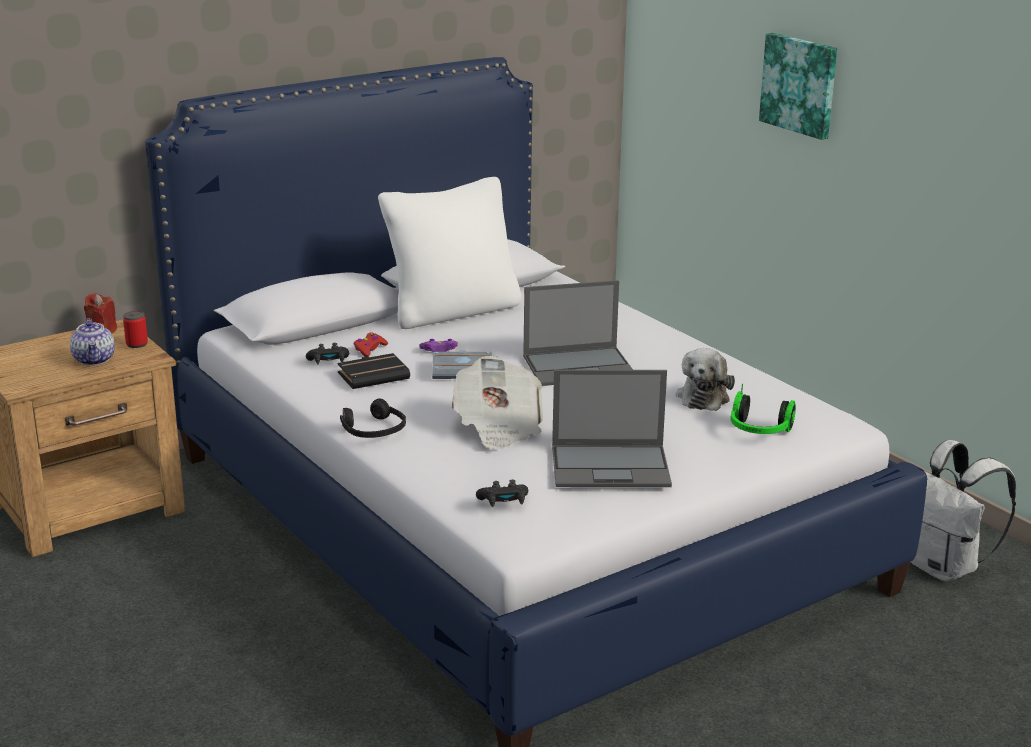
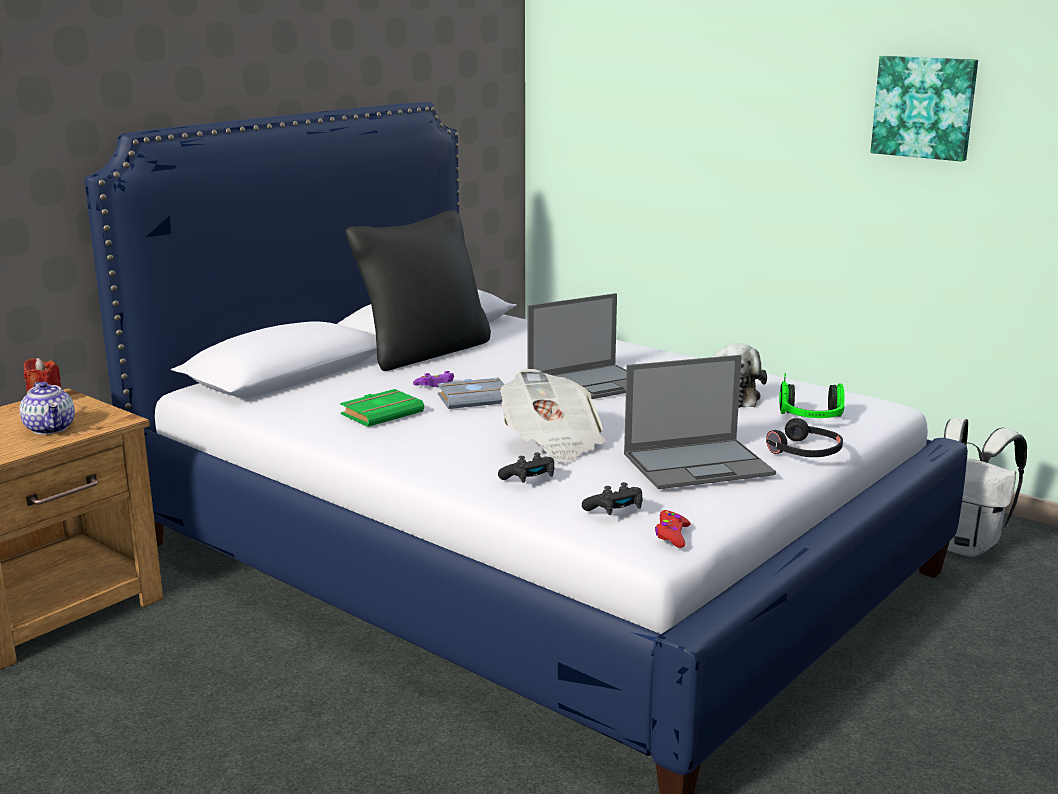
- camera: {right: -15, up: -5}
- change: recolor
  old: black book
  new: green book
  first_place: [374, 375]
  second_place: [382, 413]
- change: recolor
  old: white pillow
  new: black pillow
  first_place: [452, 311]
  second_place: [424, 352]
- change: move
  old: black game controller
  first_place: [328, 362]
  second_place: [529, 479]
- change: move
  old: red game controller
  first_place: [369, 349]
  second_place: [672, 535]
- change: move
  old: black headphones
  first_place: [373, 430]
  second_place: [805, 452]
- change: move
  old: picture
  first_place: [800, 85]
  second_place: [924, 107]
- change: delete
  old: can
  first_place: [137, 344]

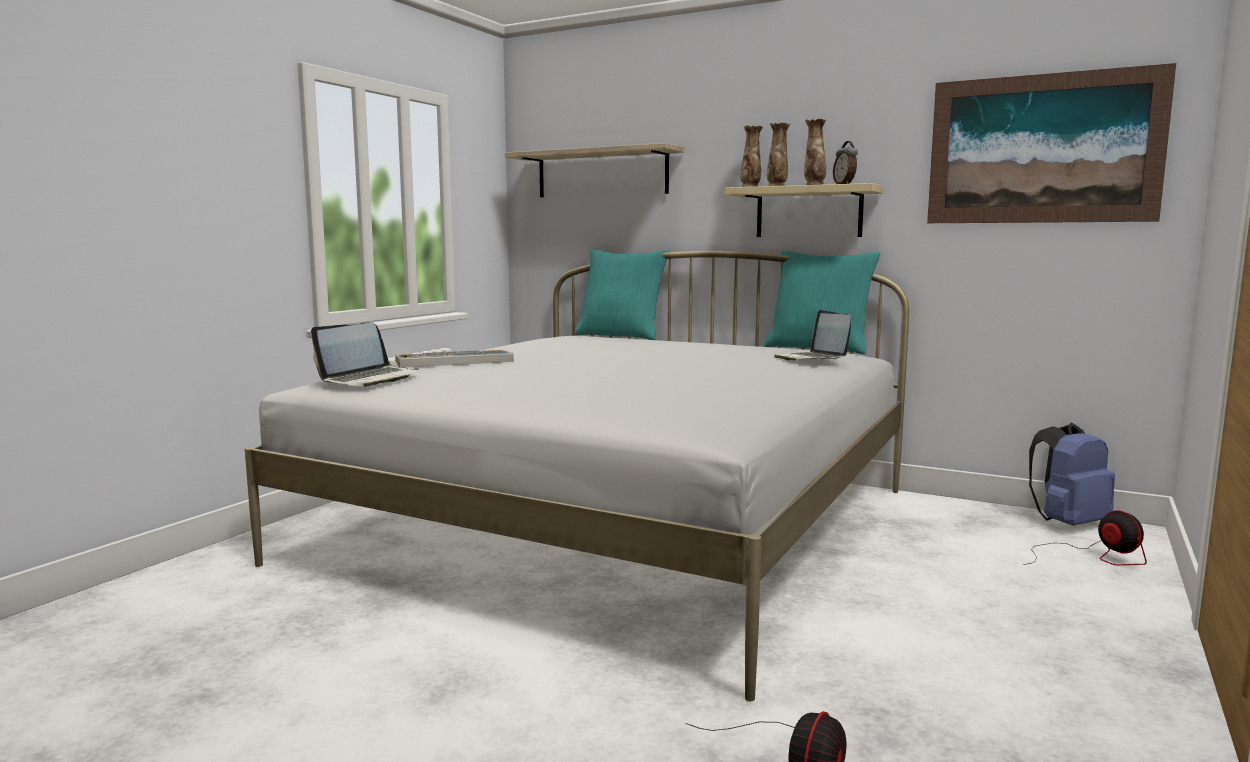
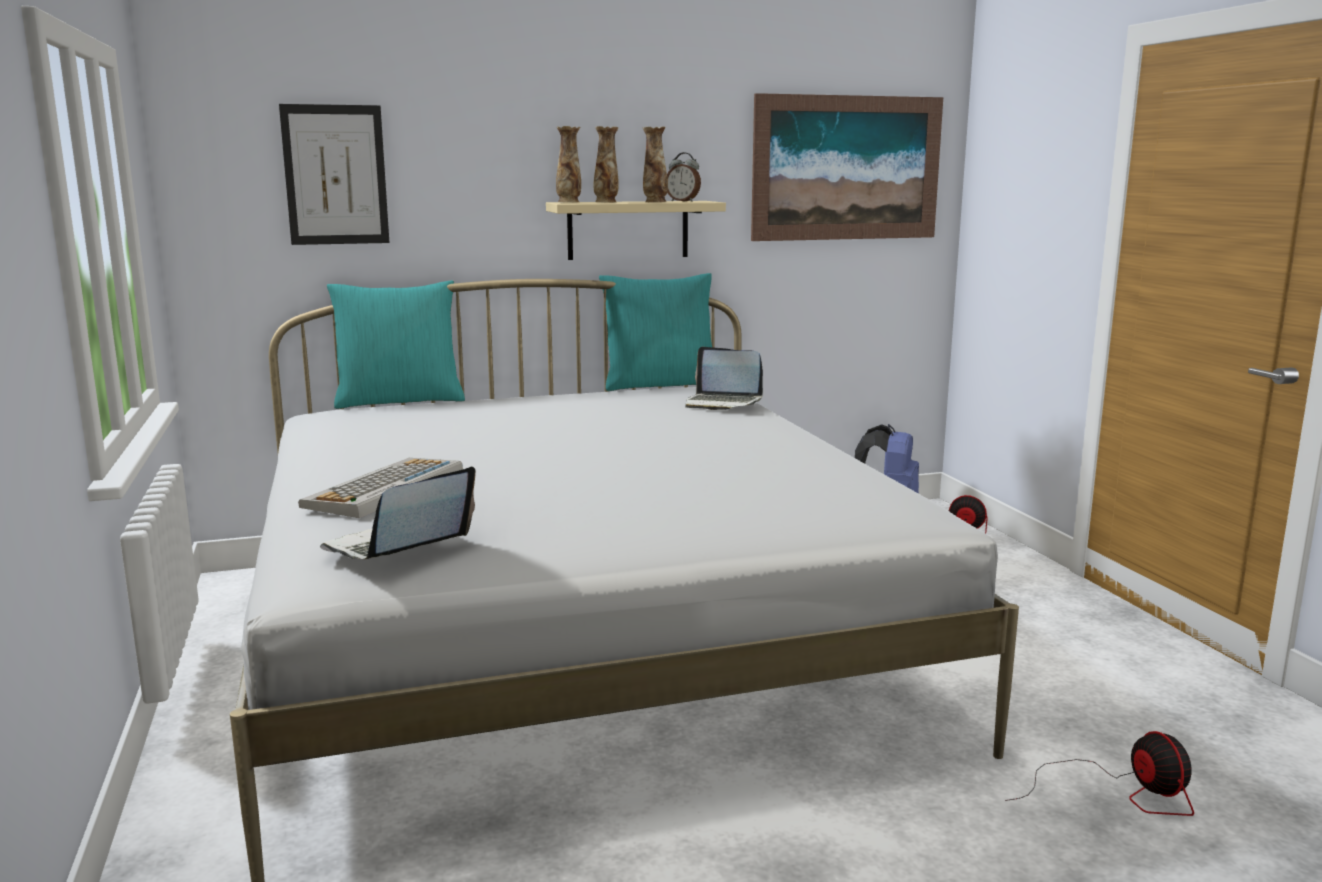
- camera: {right: -45, up: 5}
- change: replace
  old: shelf
  new: picture
  first_place: [602, 173]
  second_place: [335, 175]
- change: rotate
  old: laptop
  first_place: [370, 379]
  second_place: [397, 547]
  degrees: -135

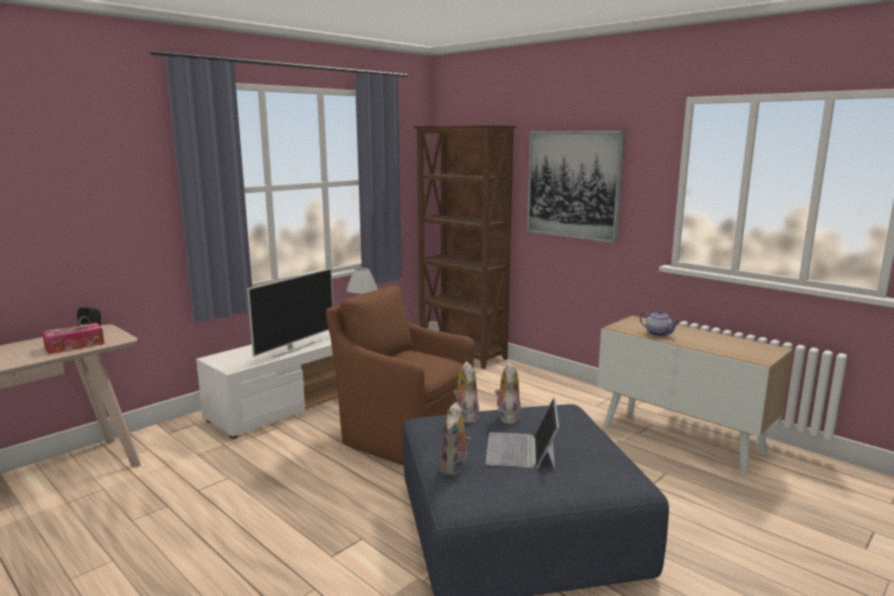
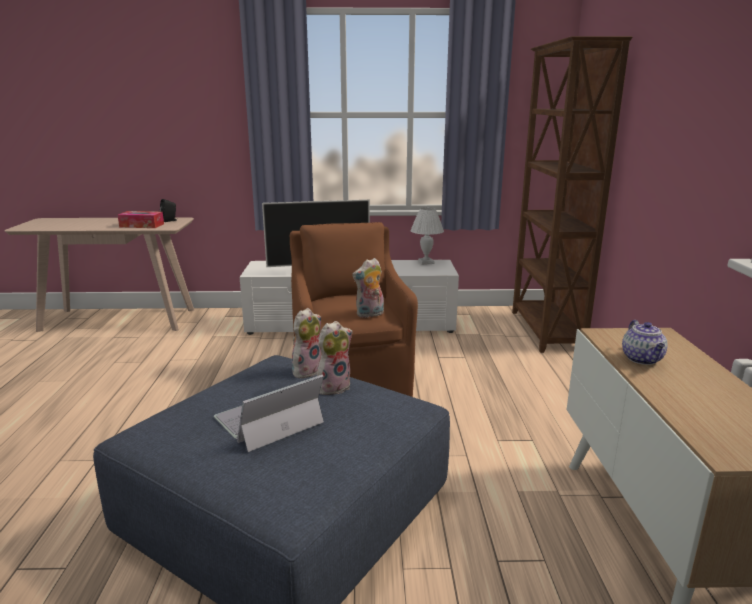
- camera: {right: 45, up: 5}
- change: move
  old: plush toy
  first_place: [455, 468]
  second_place: [370, 314]
- change: delete
  old: picture
  first_place: [573, 184]

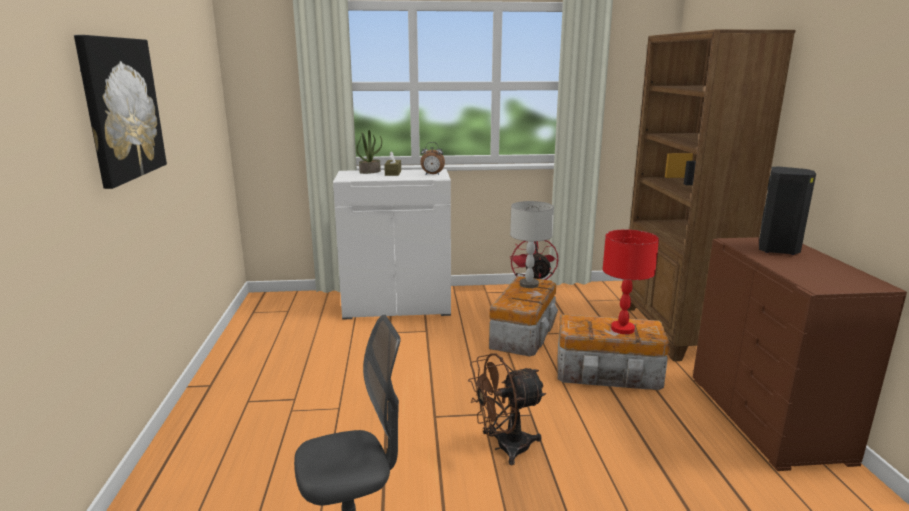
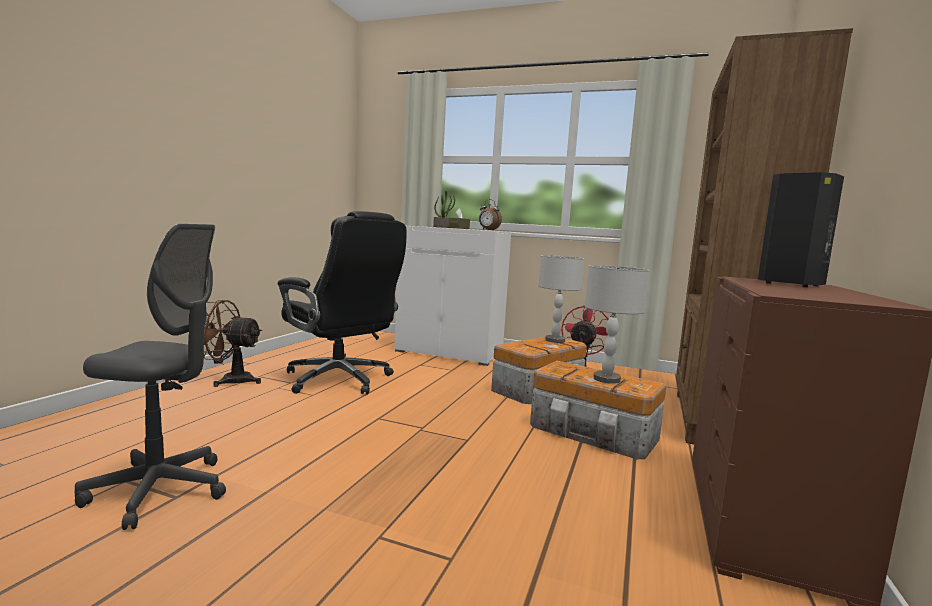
- camera: {right: 25, up: -10}
- change: move
  old: brown fan
  first_place: [504, 447]
  second_place: [230, 380]
- change: insert
  new: black office chair
  second_place: [340, 380]
- change: recolor
  old: red table lamp
  new: grey table lamp
  first_place: [622, 329]
  second_place: [606, 379]
- change: delete
  old: picture
  first_place: [121, 109]

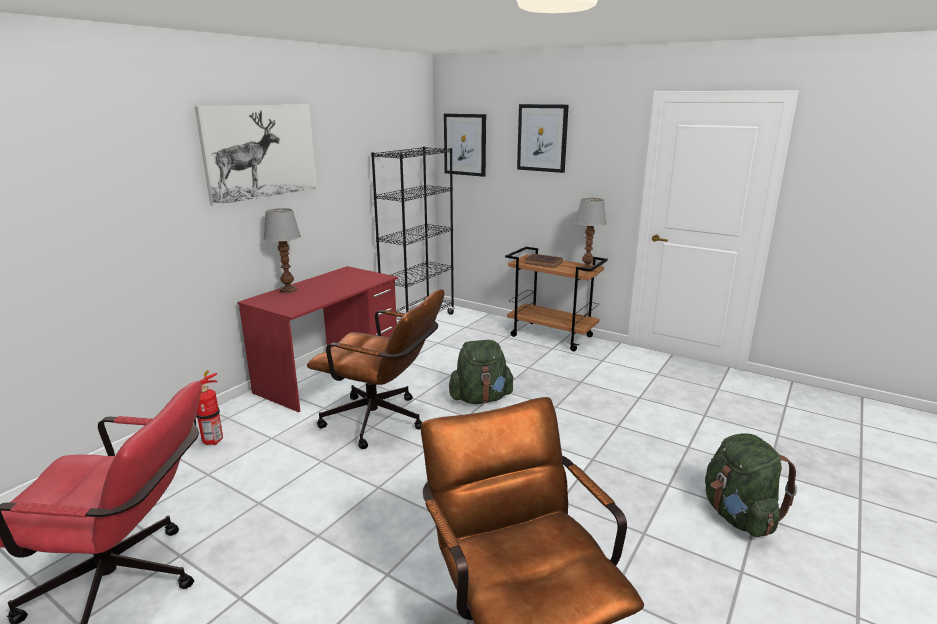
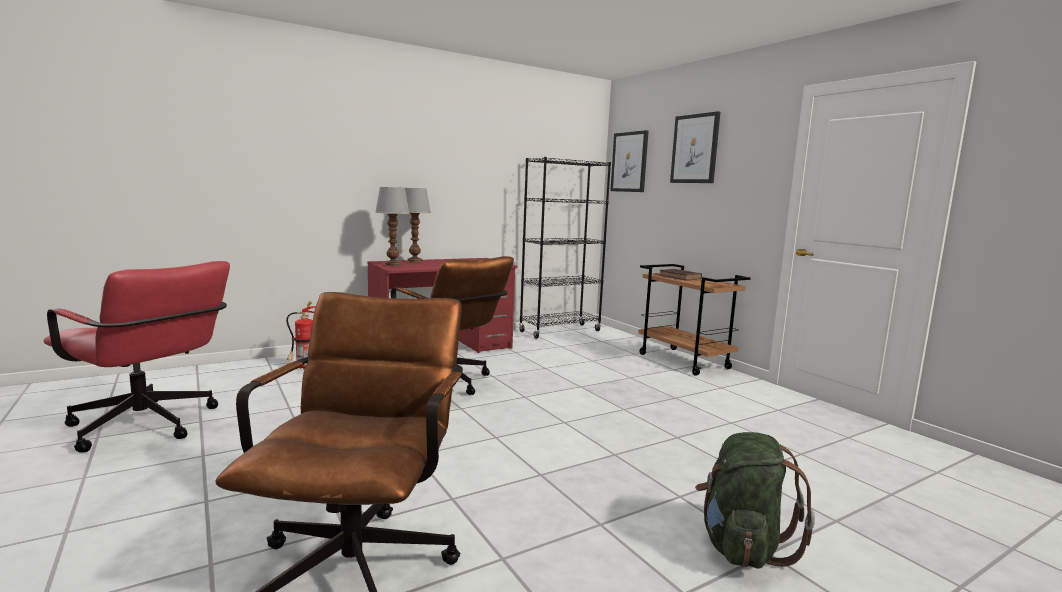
- camera: {right: 25, up: -10}
- change: move
  old: table lamp
  first_place: [587, 269]
  second_place: [393, 265]
- change: delete
  old: picture
  first_place: [261, 151]
- change: delete
  old: green backpack
  first_place: [481, 398]

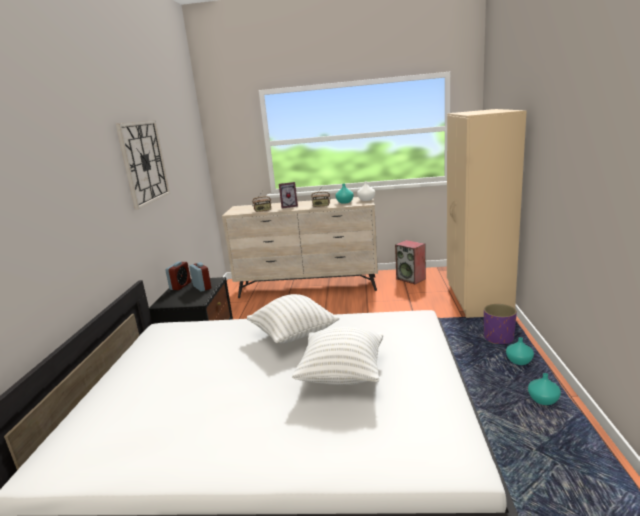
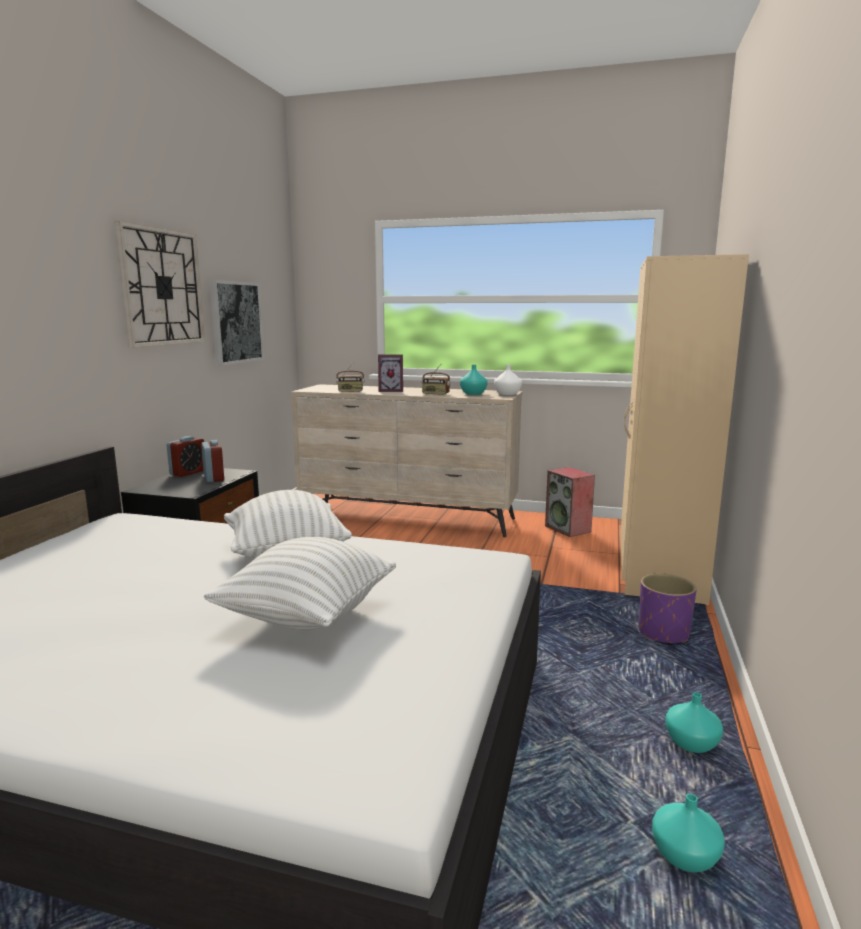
- camera: {right: 10, up: -5}
- change: insert
  new: picture
  second_place: [236, 322]
- change: move
  old: turquoise vase
  first_place: [519, 361]
  second_place: [686, 855]

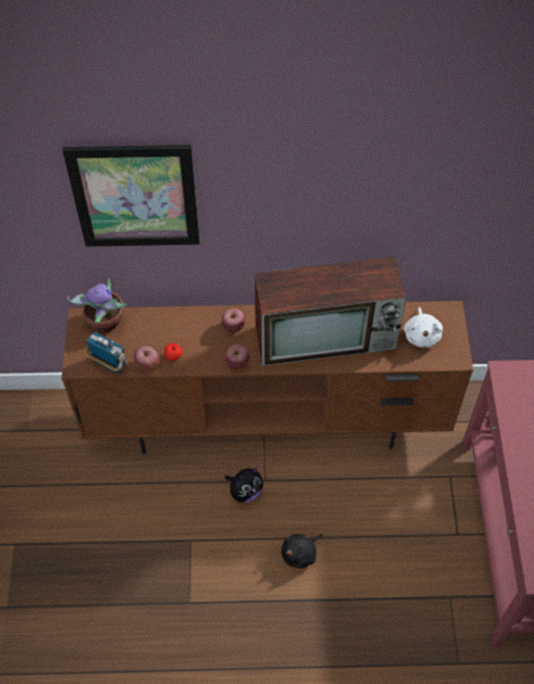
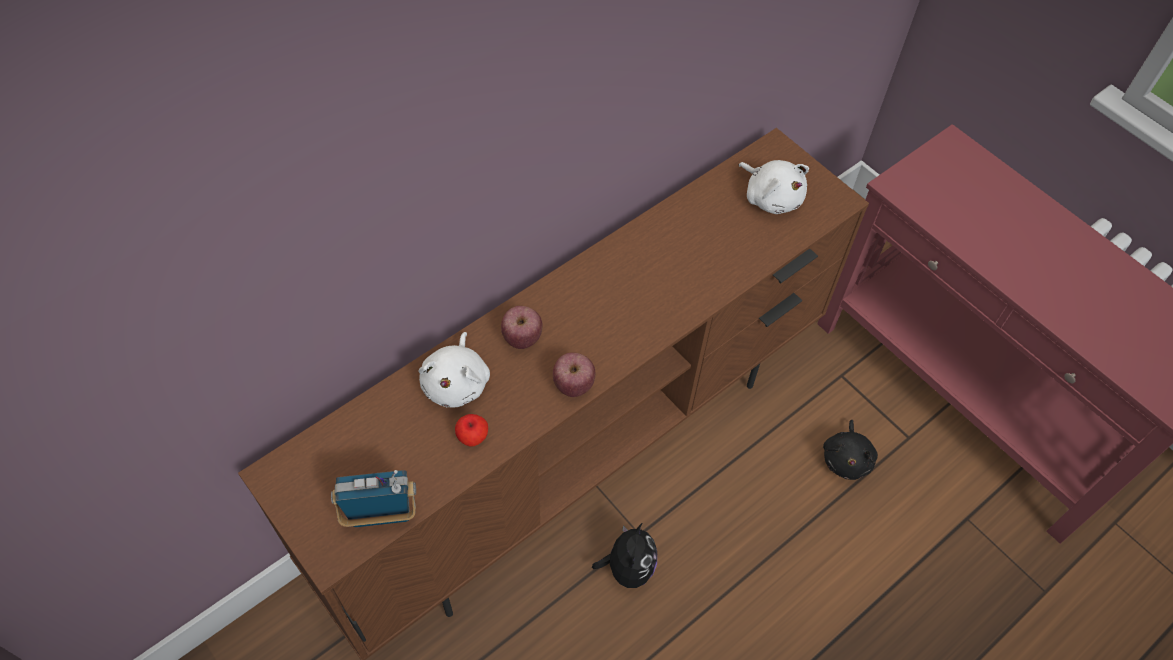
- camera: {right: -40, up: 0}
- change: insert
  new: white plush toy
  second_place: [457, 382]
- change: move
  old: black plush toy
  first_place: [300, 553]
  second_place: [846, 459]
- change: delete
  old: picture
  first_place: [135, 196]
- change: delete
  old: potted plant
  first_place: [105, 322]
- change: delete
  old: apple
  first_place: [148, 365]
- change: delete
  old: television
  first_place: [327, 336]

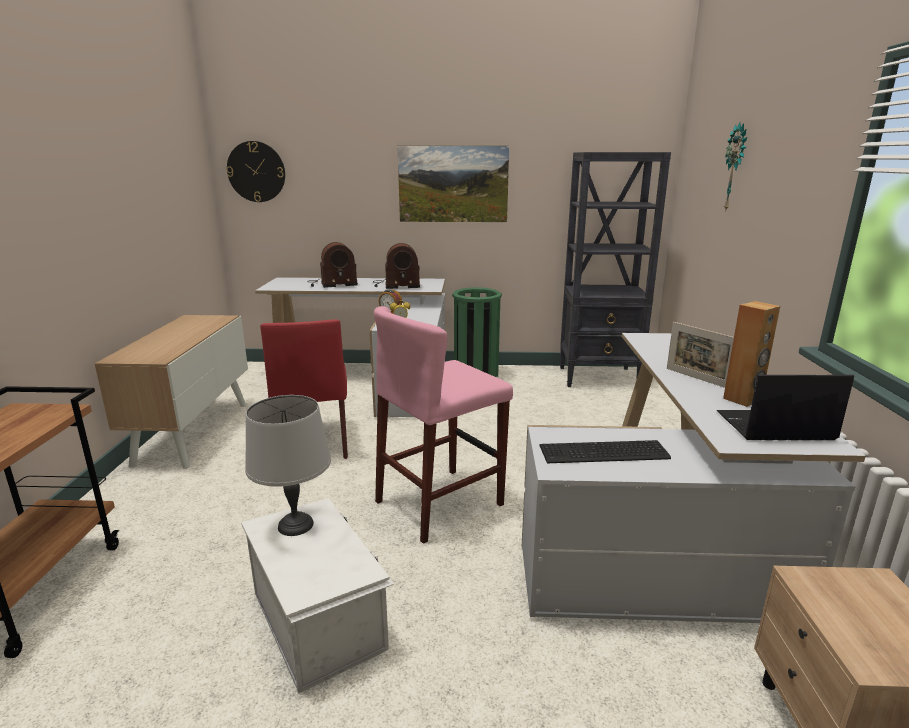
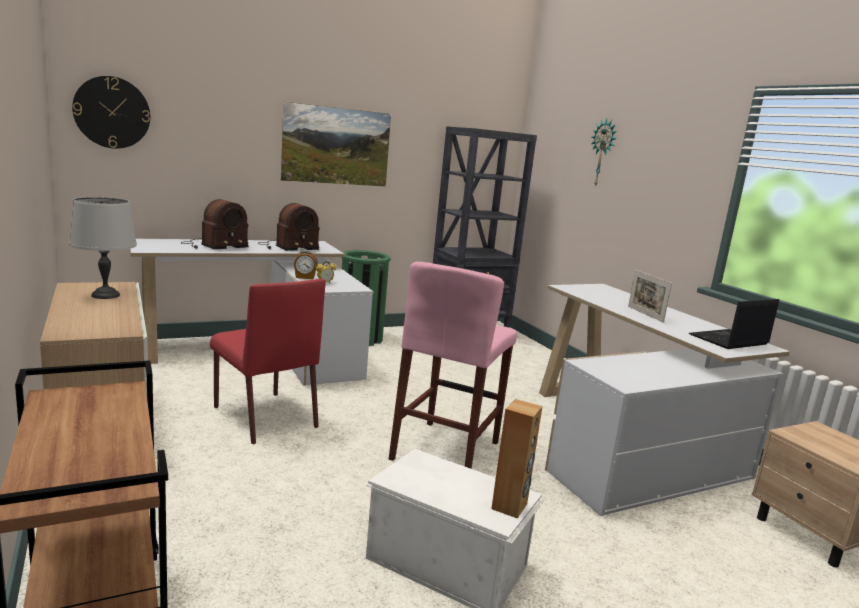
- camera: {right: -30, up: -5}
- change: move
  old: grey table lamp
  first_place: [295, 524]
  second_place: [105, 295]
- change: move
  old: brown speaker
  first_place: [742, 399]
  second_place: [510, 506]
- change: rotate
  old: picture frame
  first_place: [697, 378]
  second_place: [645, 314]
  degrees: 45
- change: delete
  old: keyboard
  first_place: [605, 453]

